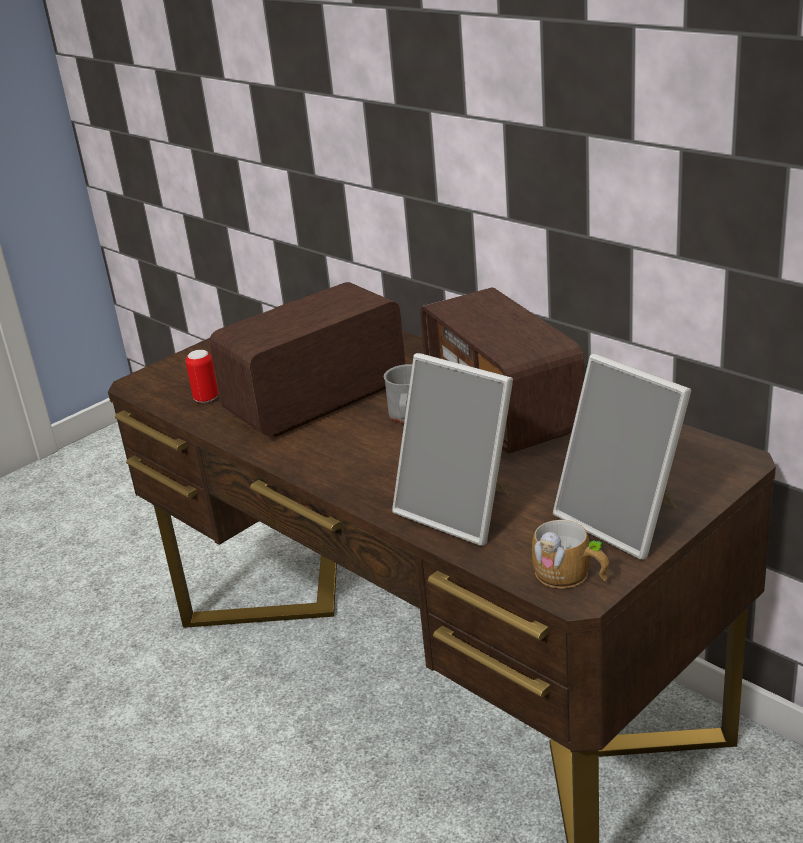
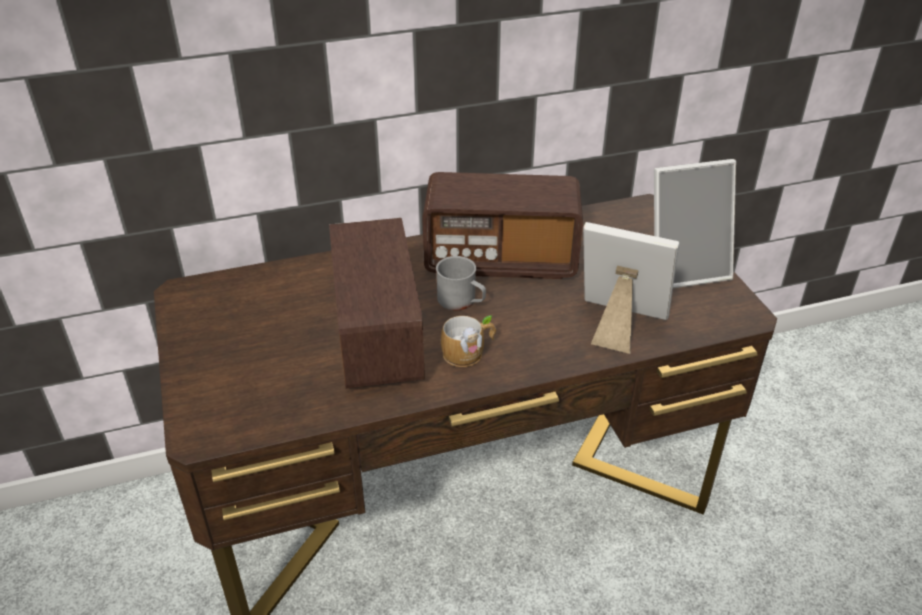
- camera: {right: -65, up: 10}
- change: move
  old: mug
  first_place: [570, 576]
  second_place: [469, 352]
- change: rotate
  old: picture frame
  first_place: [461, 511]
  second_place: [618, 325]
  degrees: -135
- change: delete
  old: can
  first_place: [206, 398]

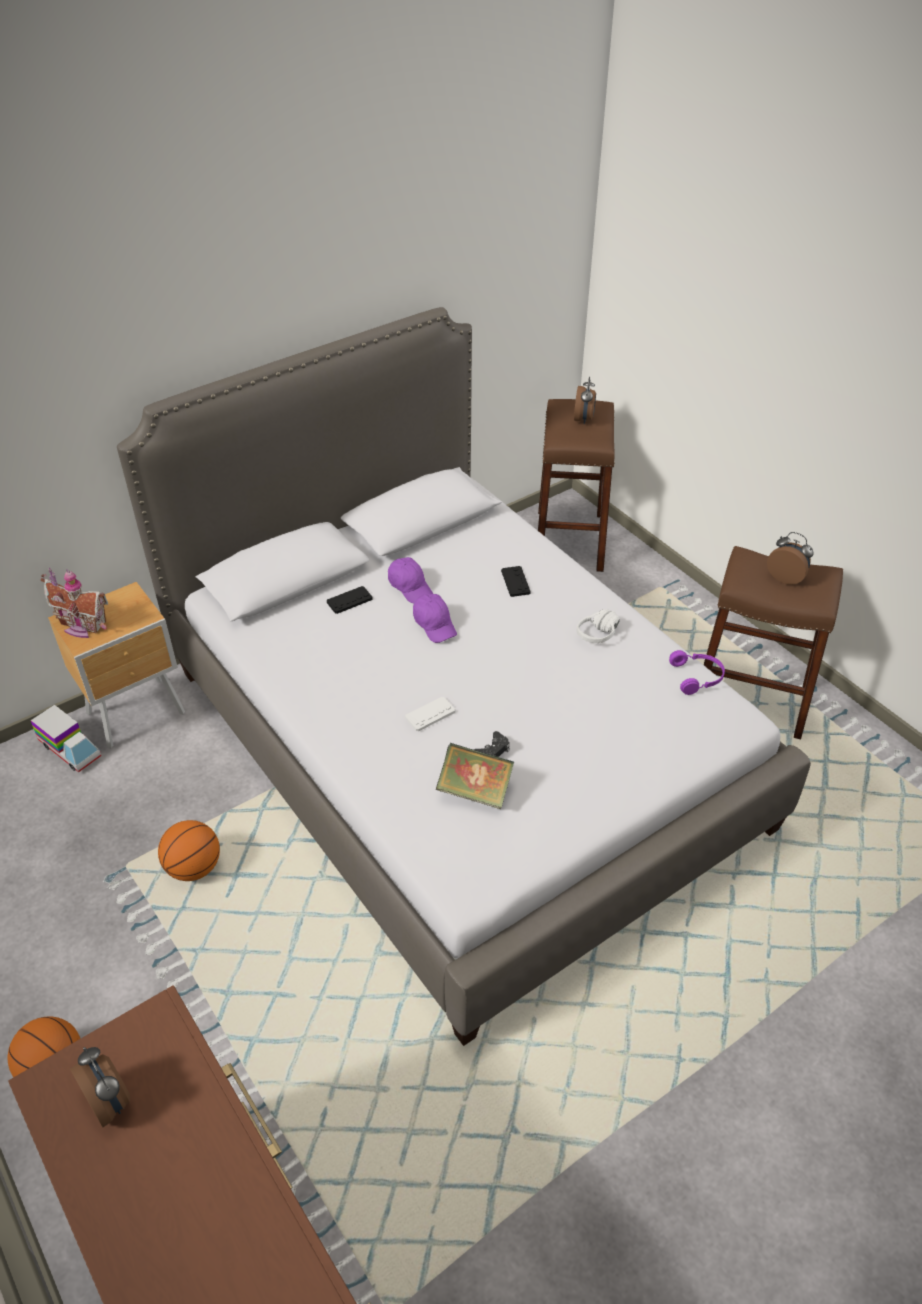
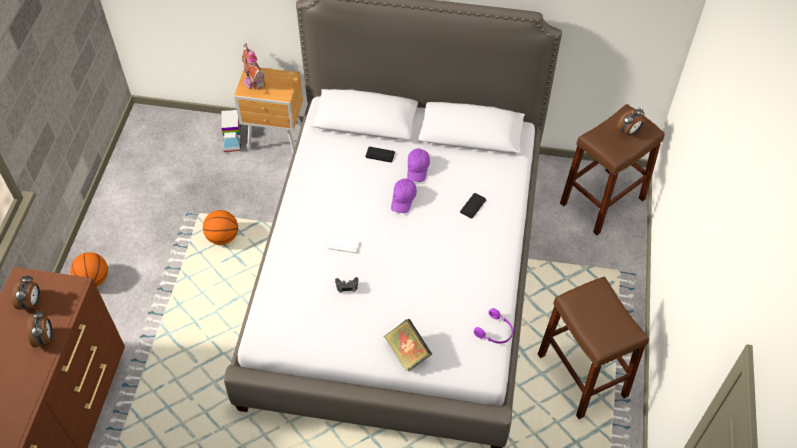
- camera: {right: 45, up: 10}
- change: move
  old: alarm clock
  first_place: [786, 577]
  second_place: [45, 338]
- change: move
  old: book
  first_place: [475, 790]
  second_place: [407, 352]
- change: delete
  old: white headphones
  first_place: [604, 637]

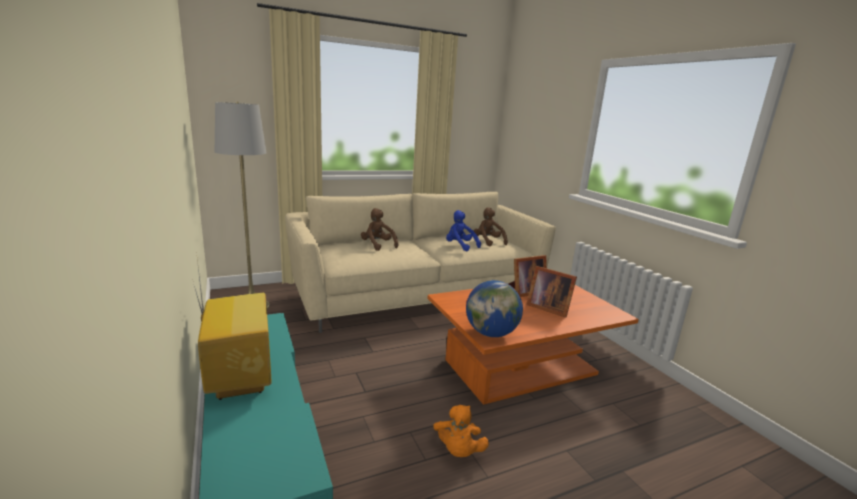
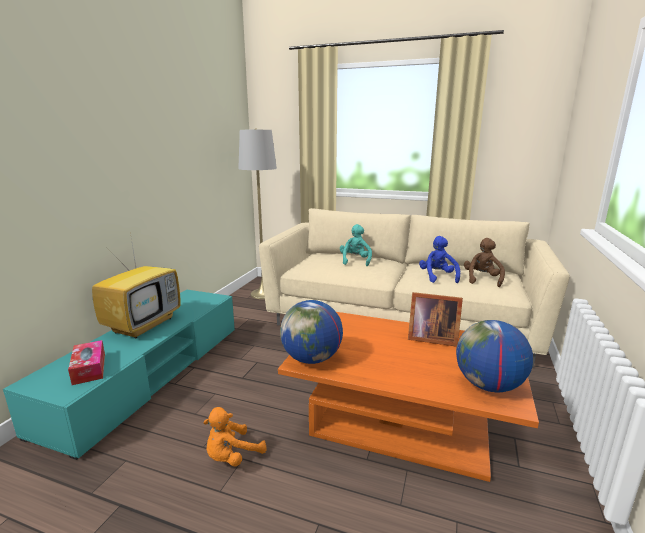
- camera: {right: 45, up: 0}
- change: insert
  new: tissue box
  second_place: [89, 368]
- change: recolor
  old: brown plush toy
  new: turquoise plush toy
  first_place: [378, 245]
  second_place: [355, 261]
- change: insert
  new: globe
  second_place: [488, 385]
- change: delete
  old: picture frame
  first_place: [547, 307]

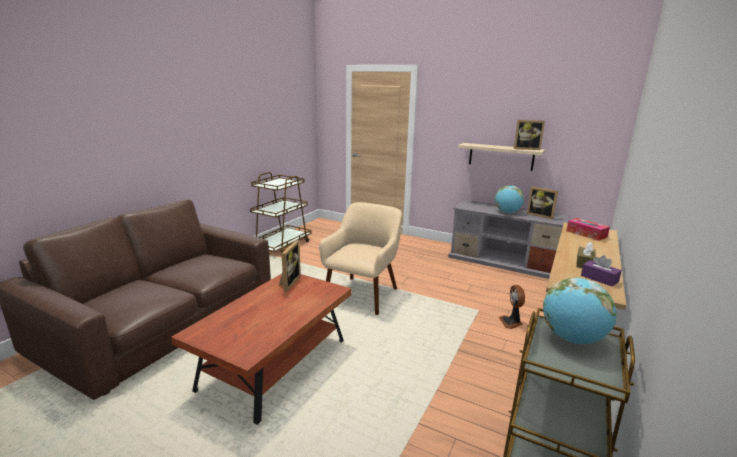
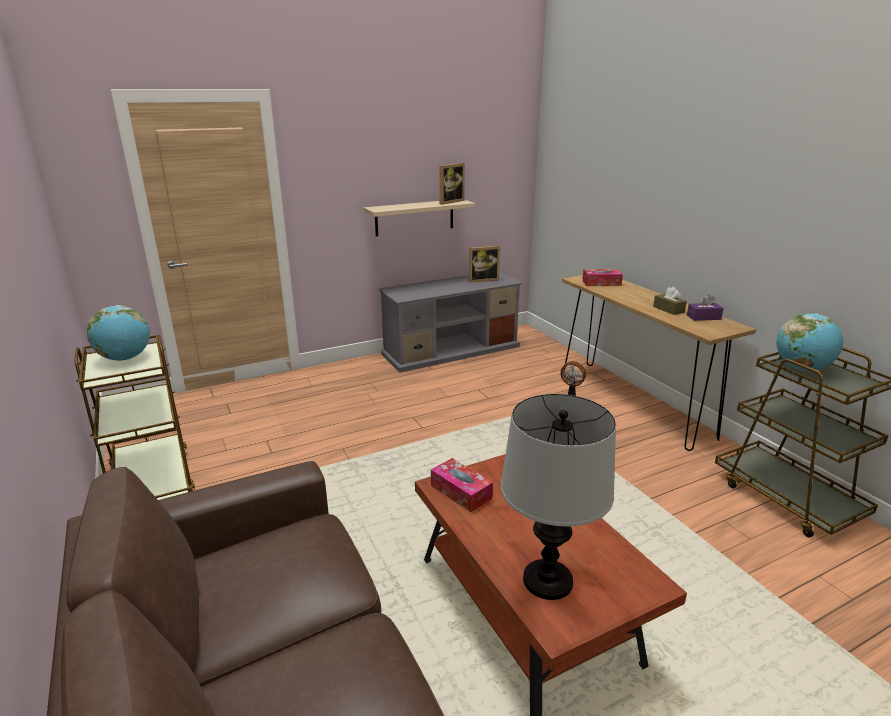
- camera: {right: -55, up: 5}
- change: move
  old: globe
  first_place: [507, 212]
  second_place: [125, 358]
- change: replace
  old: picture frame
  new: tissue box
  first_place: [288, 282]
  second_place: [461, 492]
- change: insert
  new: table lamp
  second_place: [547, 580]
- change: delete
  old: beige armchair
  first_place: [362, 294]

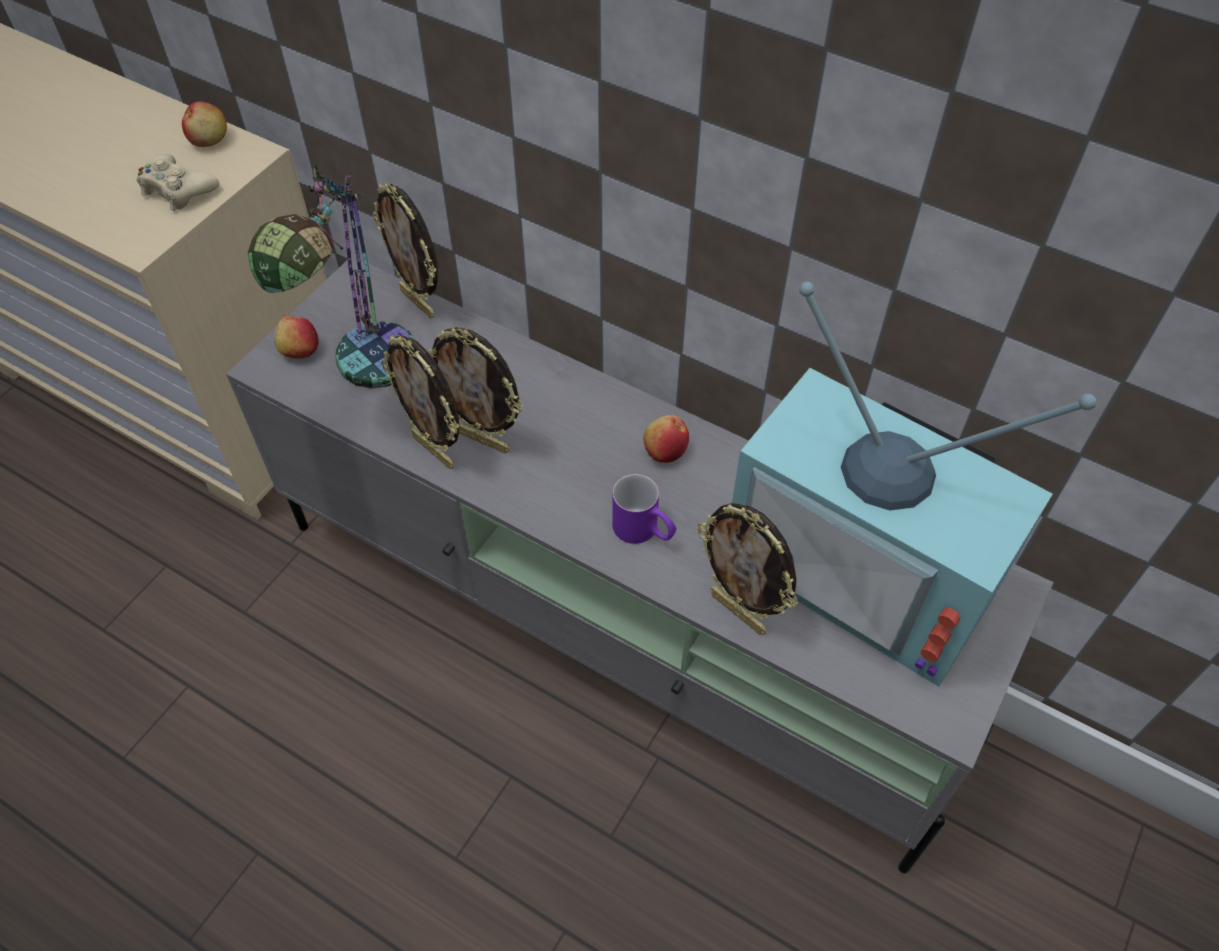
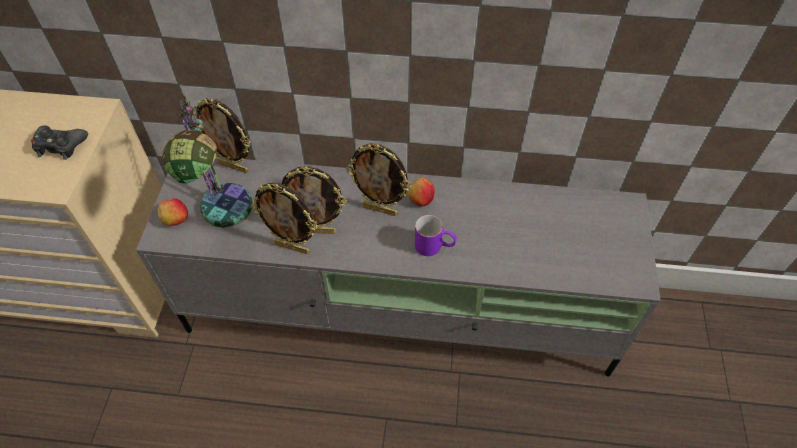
- camera: {right: -25, up: 0}
- change: recolor
  old: beige game controller
  new: black game controller
  first_place: [178, 190]
  second_place: [60, 146]
- change: move
  old: picture frame
  first_place: [739, 612]
  second_place: [380, 209]
- change: delete
  old: apple
  first_place: [210, 140]
- change: delete
  old: television
  first_place: [867, 568]

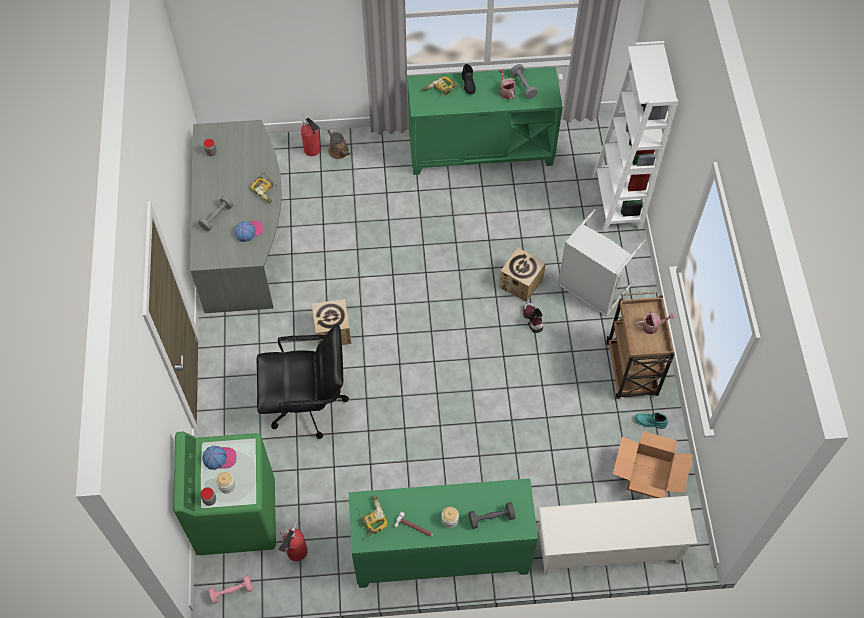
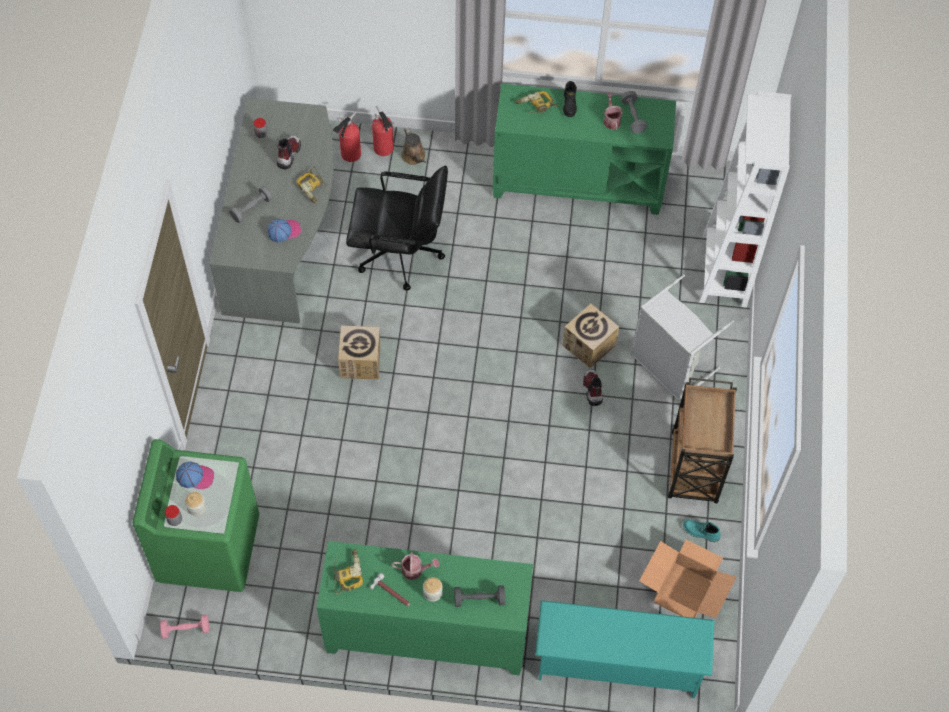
- camera: {right: 10, up: 0}
- change: insert
  new: boot
  second_place: [288, 154]
- change: move
  old: fire extinguisher
  first_place: [296, 553]
  second_place: [349, 155]
- change: move
  old: black office chair
  first_place: [307, 404]
  second_place: [400, 255]
- change: move
  old: watering can
  first_place: [652, 326]
  second_place: [415, 570]
- change: recolor
  old: white shoe rack
  new: turquoise shoe rack
  first_place: [608, 547]
  second_place: [617, 663]

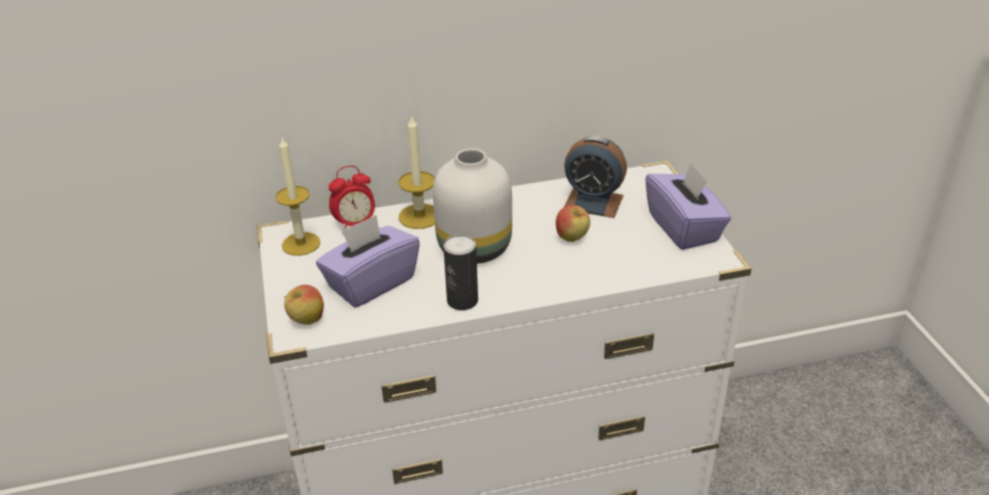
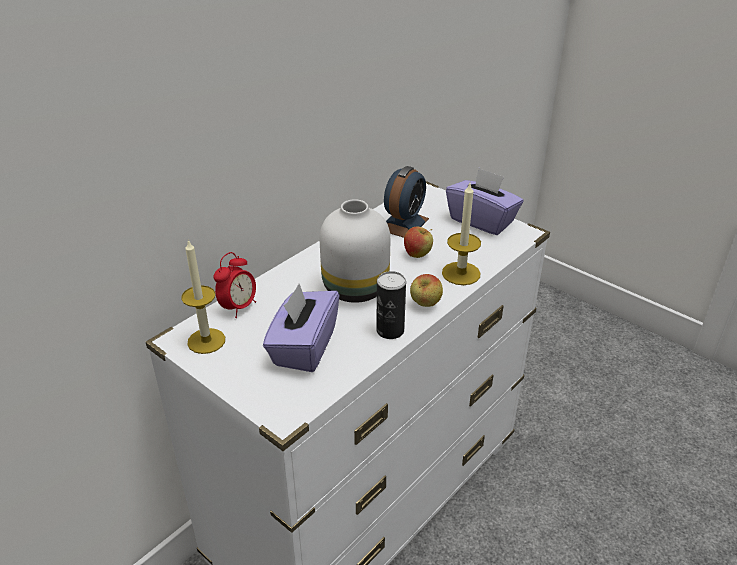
- camera: {right: -35, up: 0}
- change: rotate
  old: alarm clock
  first_place: [593, 202]
  second_place: [404, 224]
  degrees: -45
- change: move
  old: apple
  first_place: [306, 321]
  second_place: [425, 304]
- change: move
  old: candle
  first_place: [419, 216]
  second_place: [461, 273]

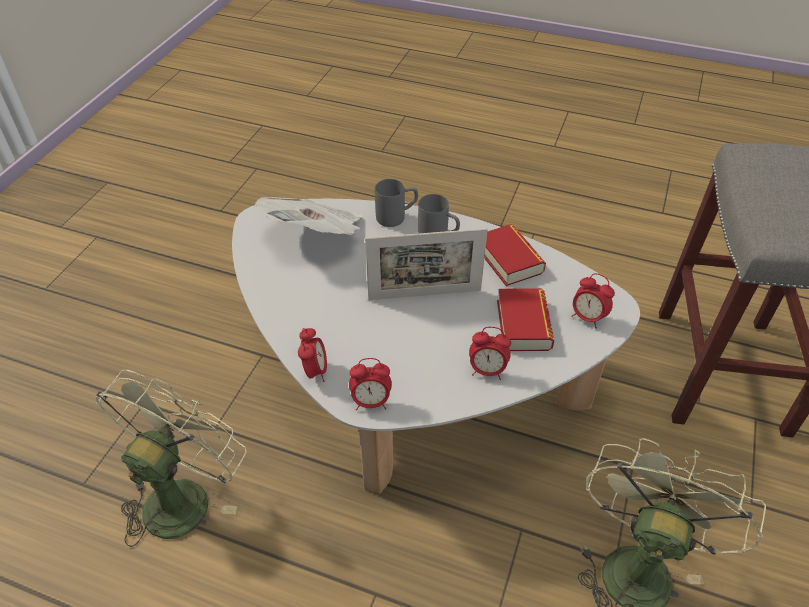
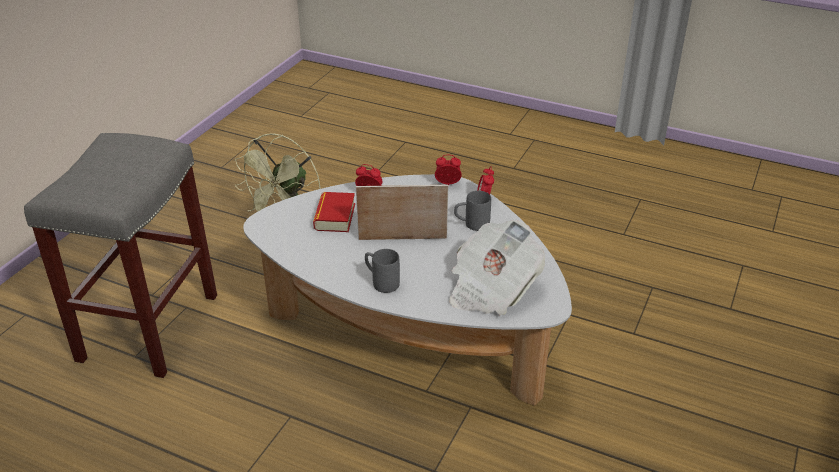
- camera: {right: -175, up: -10}
- change: move
  old: grey mug
  first_place: [397, 216]
  second_place: [471, 224]
- change: delete
  old: green fan
  first_place: [183, 495]
- change: delete
  old: book
  first_place: [509, 260]
- change: delete
  old: alarm clock
  first_place: [587, 317]

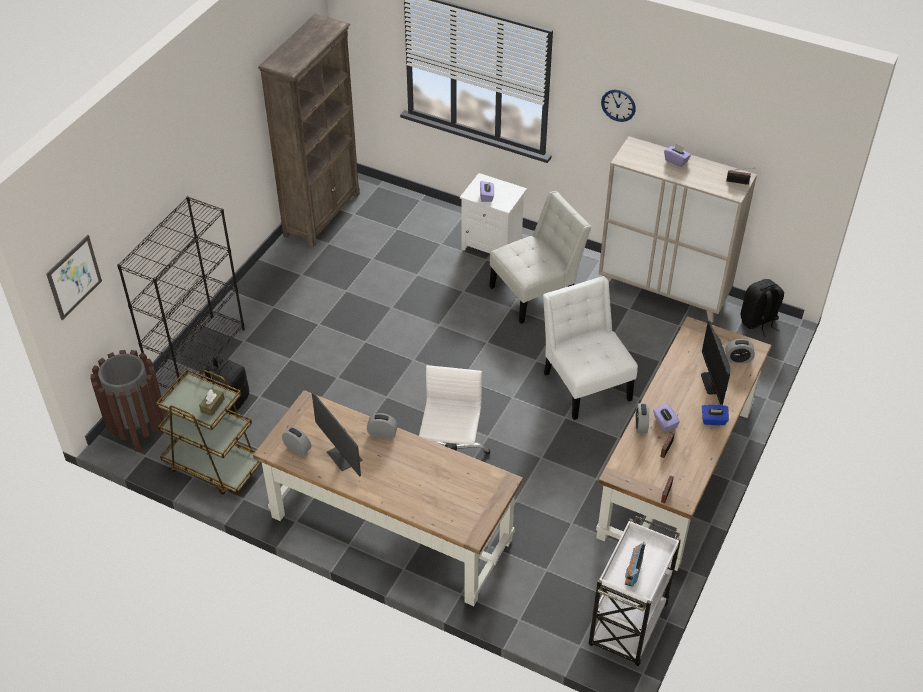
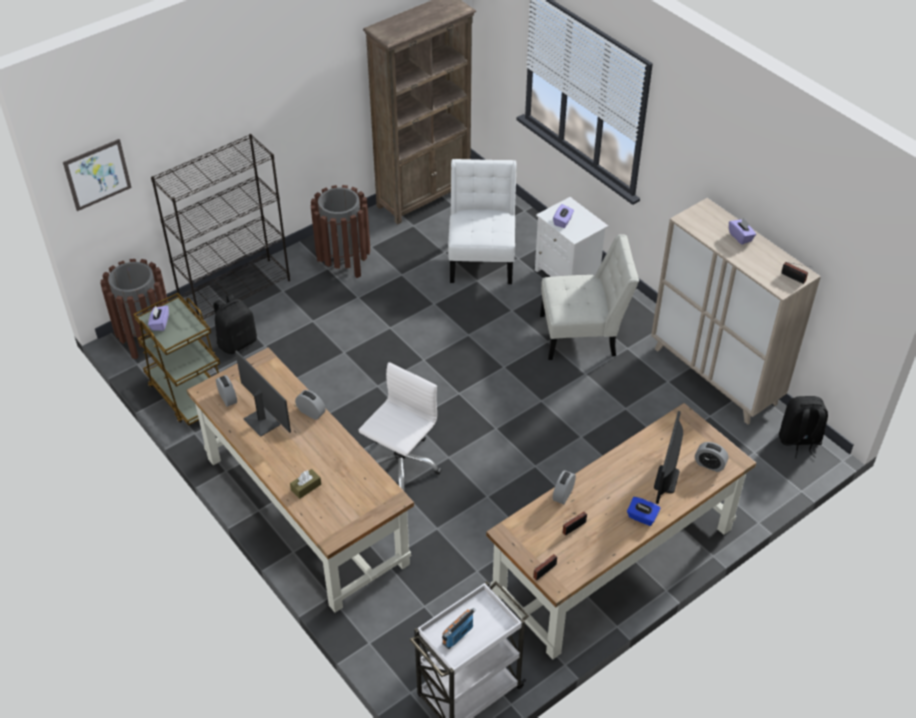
- camera: {right: 25, up: 0}
- change: move
  old: purple tissue box
  first_place: [664, 423]
  second_place: [160, 323]
- change: rotate
  old: monitor
  first_place: [343, 457]
  second_place: [262, 421]
  degrees: 150
- change: move
  old: brown tissue box
  first_place: [212, 405]
  second_place: [306, 487]
- change: insert
  new: brown trash can
  second_place: [344, 262]
- change: move
  old: white chair
  first_place: [585, 382]
  second_place: [482, 258]
- change: delete
  old: wall clock
  first_place: [618, 105]

